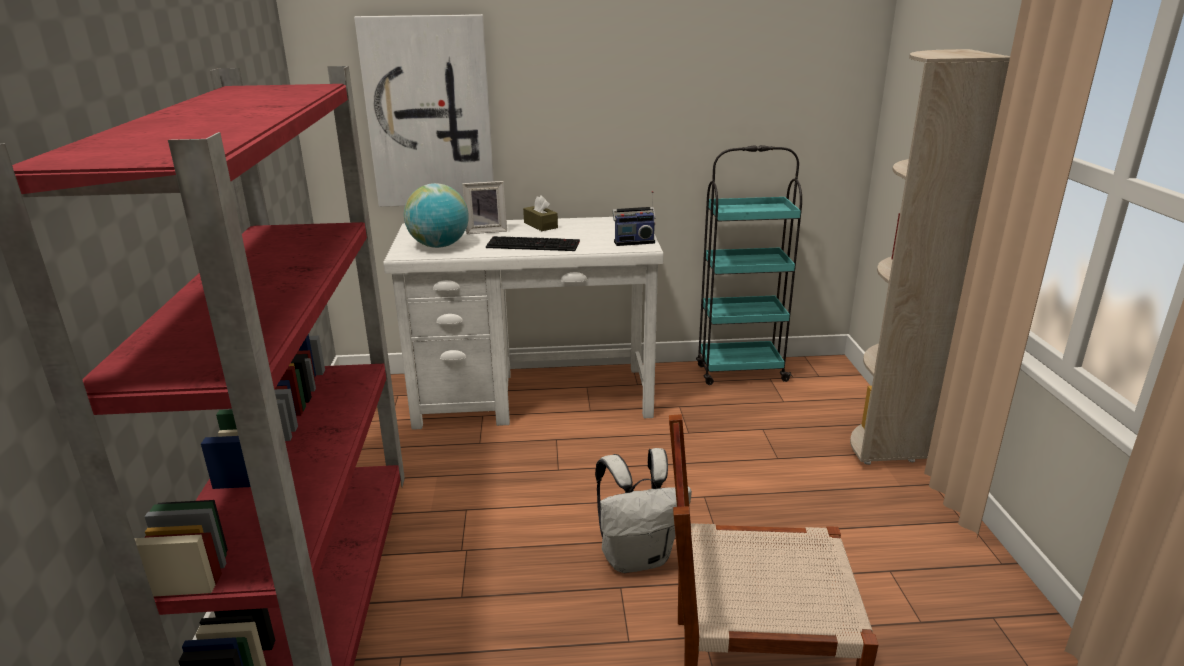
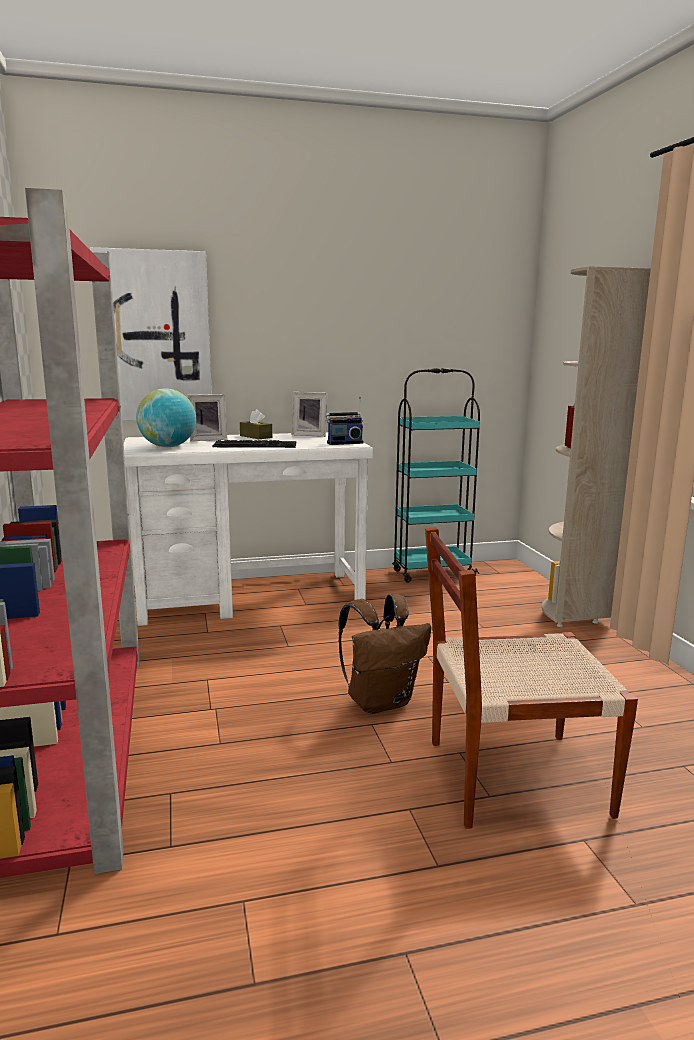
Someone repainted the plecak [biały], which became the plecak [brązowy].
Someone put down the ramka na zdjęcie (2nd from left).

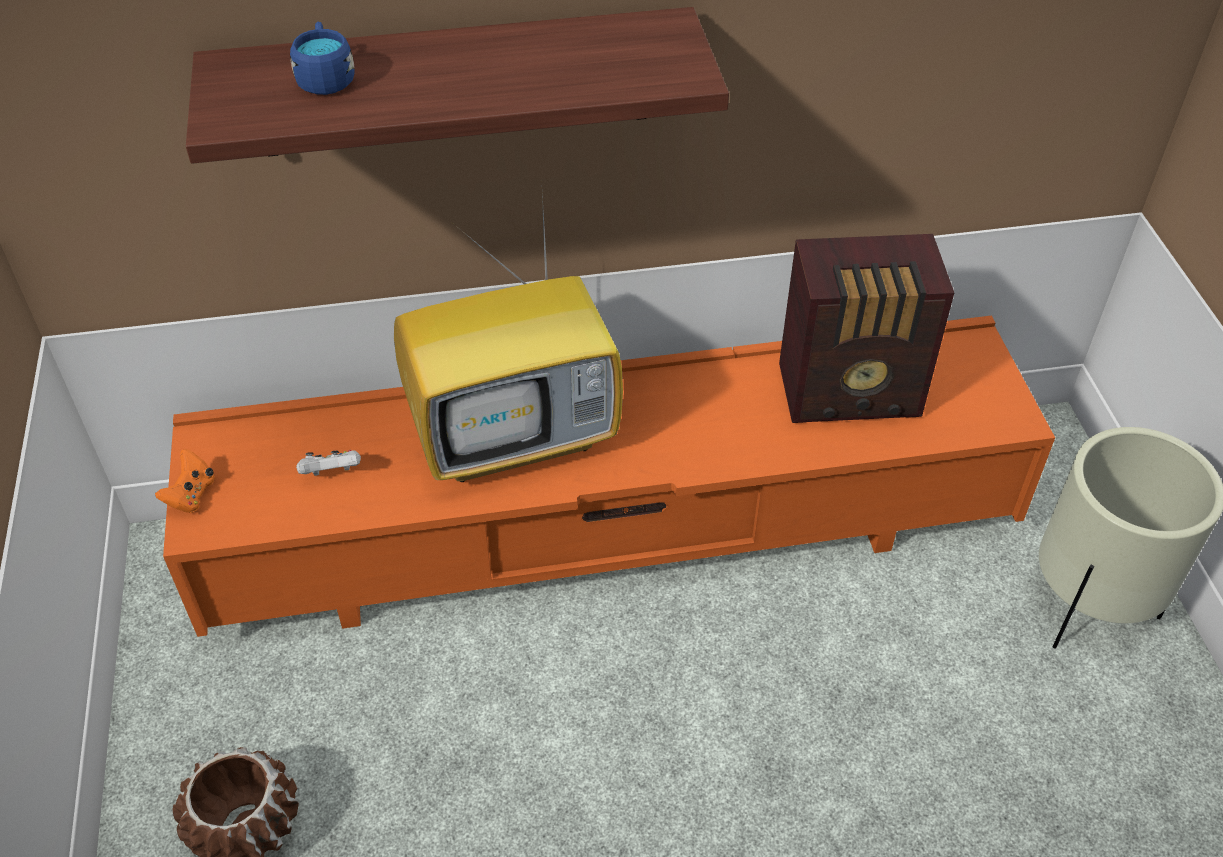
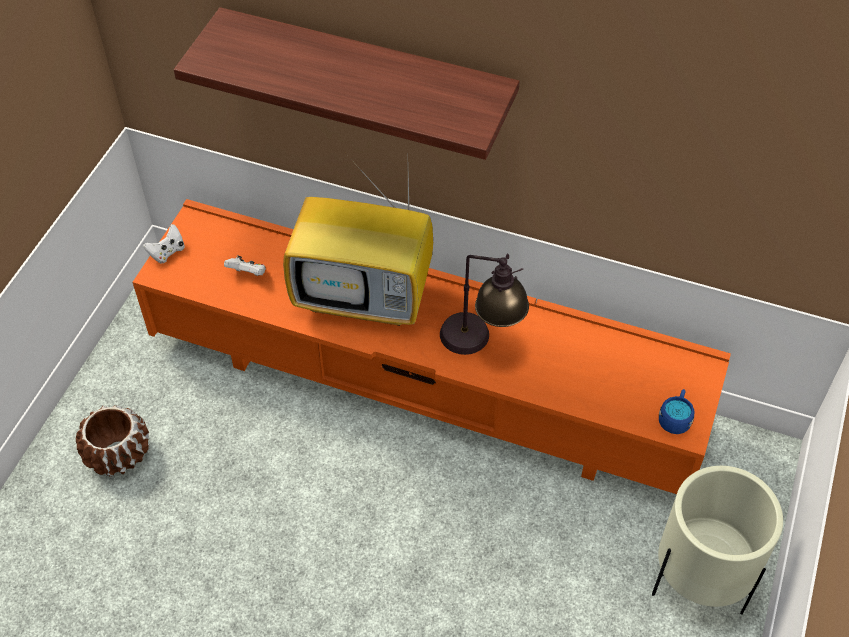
Someone repainted the pad do gier [pomarańczowy], which became the pad do gier [biały] (1st from left).
Someone carried the kubek [niebieski].
Someone took away the radio.
Someone put down the lampa stołowa.

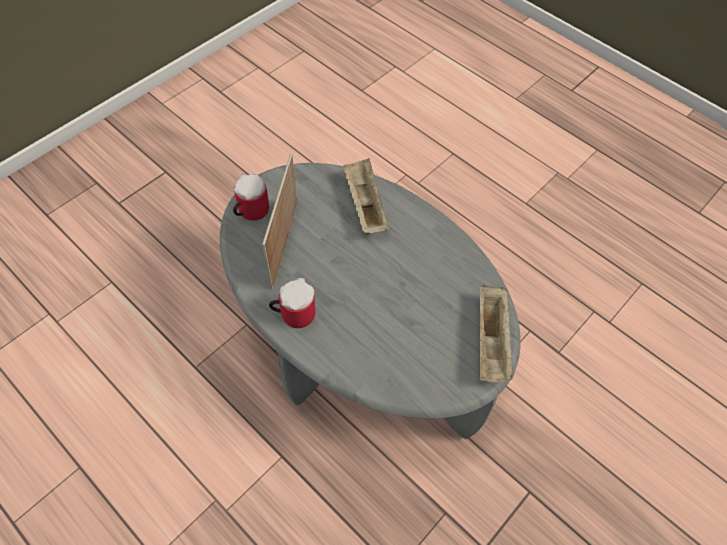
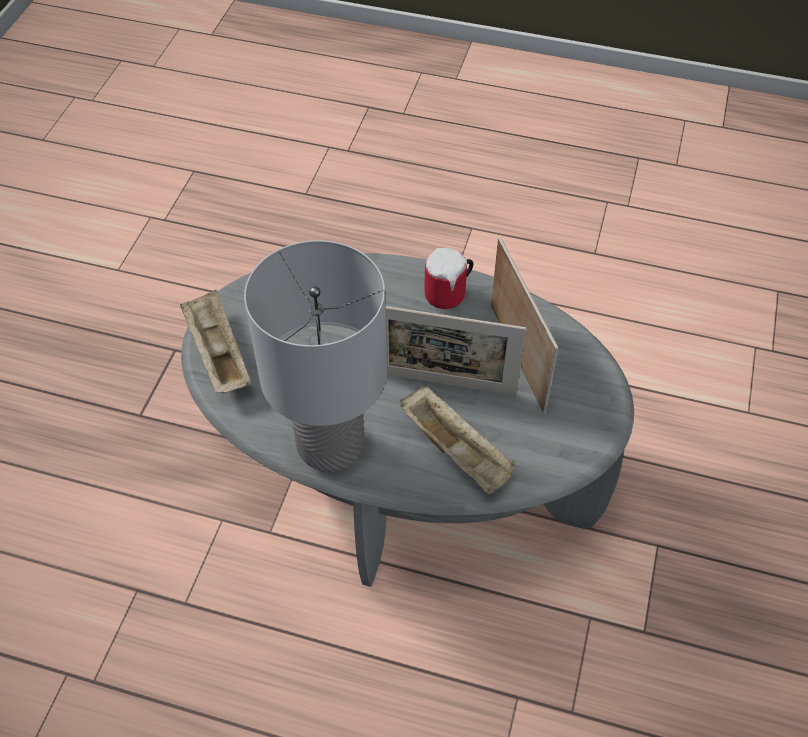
Someone took away the kubek (1st from left).
Someone put down the lampa stołowa [szary].
Someone put down the ramka na zdjęcie (1st from left).

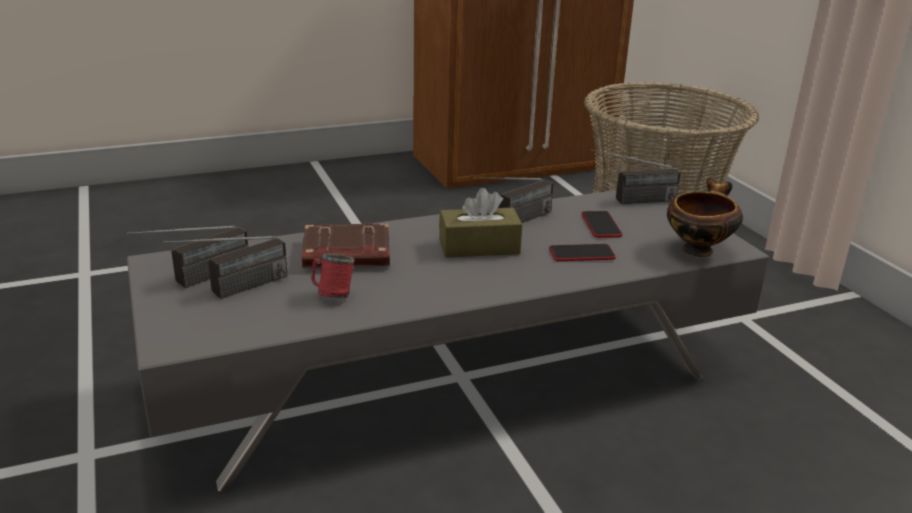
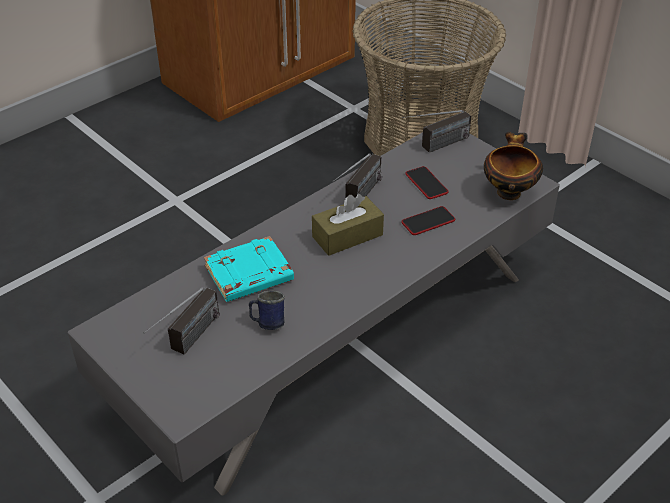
Someone took away the radio (1st from left).
Someone repainted the książka [brązowy], which became the książka [turkusowy].
Someone repainted the kubek [czerwony], which became the kubek [niebieski].

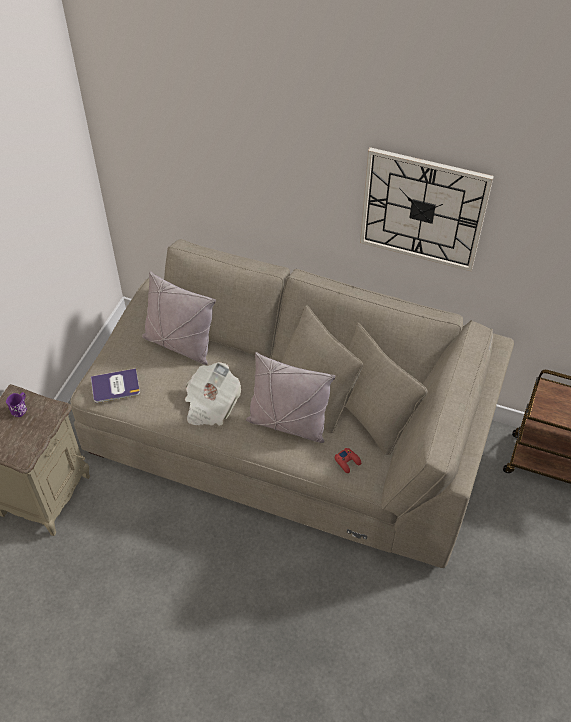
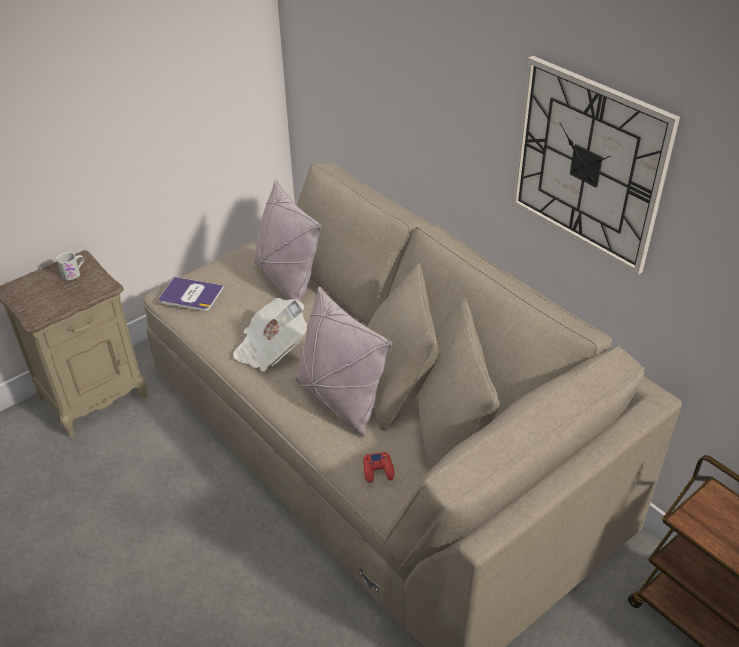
Someone repainted the kubek [fioletowy], which became the kubek [biały].

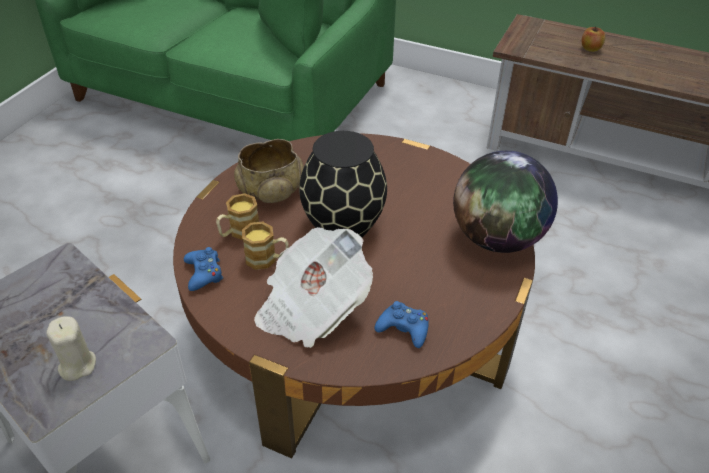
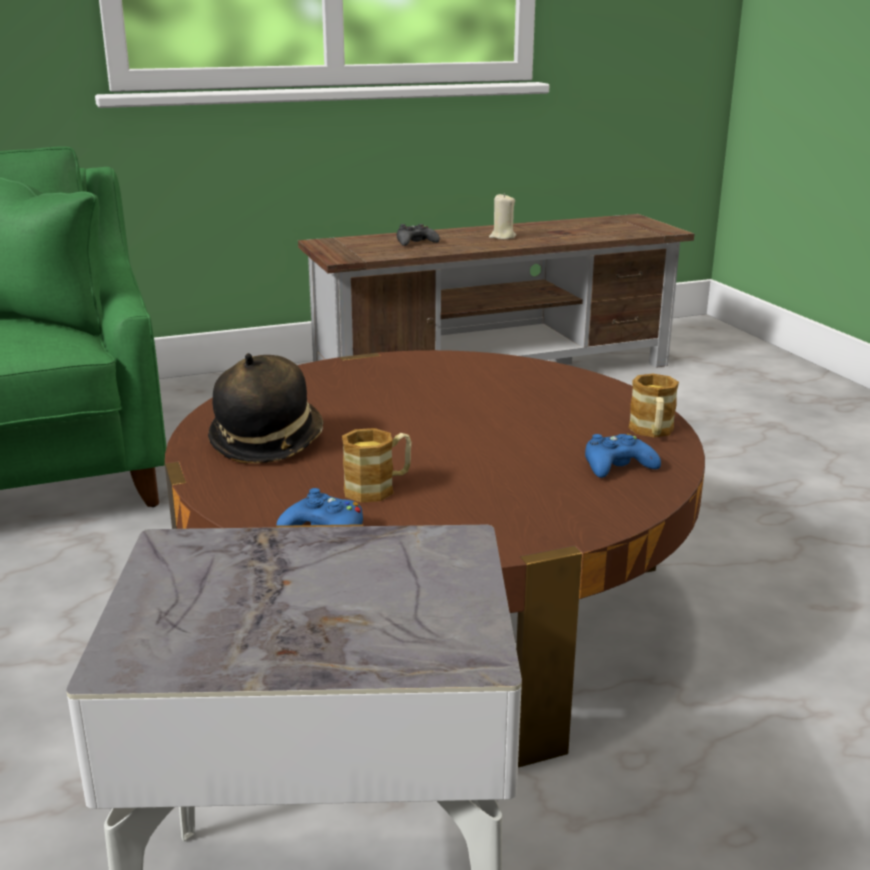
Someone carried the świeca [beżowy].
Someone carried the kubek (1st from left in the first image).
Someone swapped the miska [beżowy] for the kapelusz.
Someone took away the gazeta.
Someone took away the wazon [czarny].
Someone took away the globus.
Someone swapped the jabłko for the pad do gier [czarny].

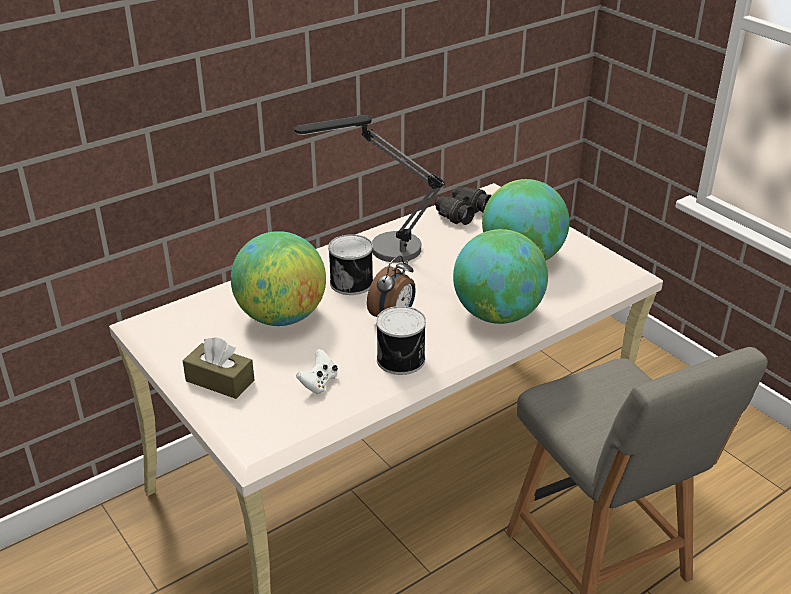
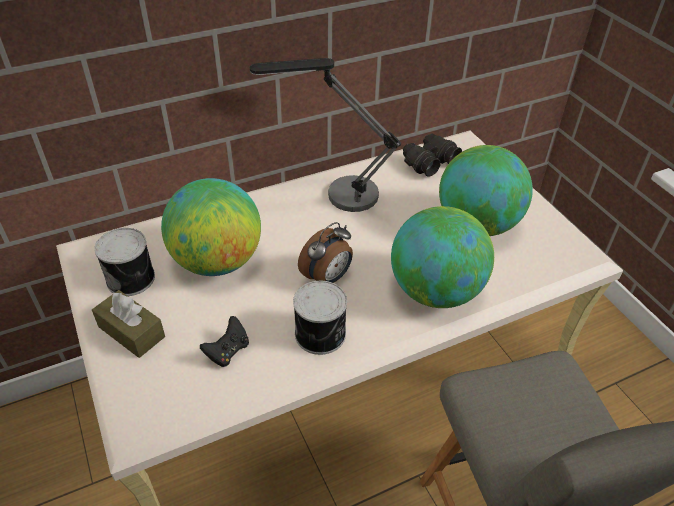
Someone repainted the pad do gier [biały], which became the pad do gier [czarny].
Someone carried the puszka (1st from left).

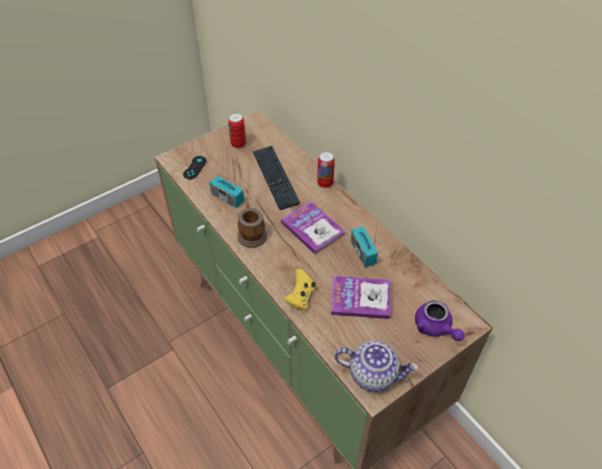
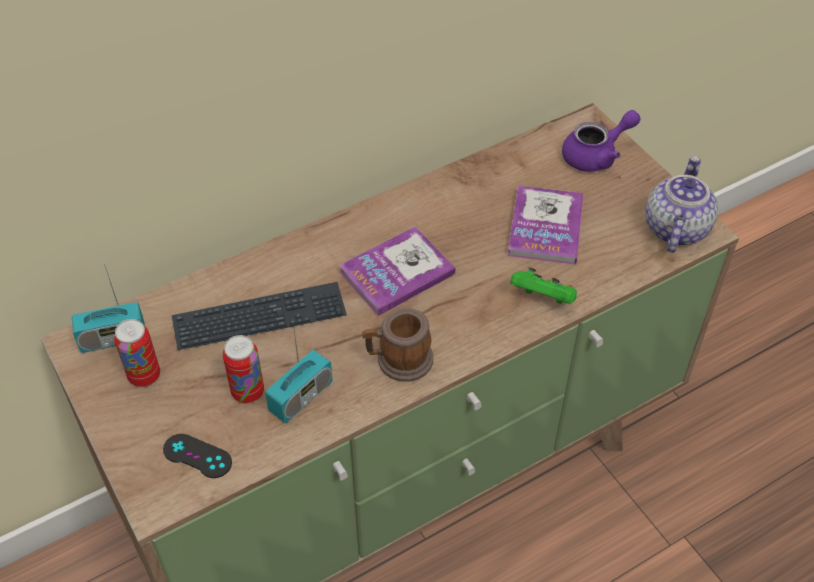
Someone repainted the pad do gier [żółty], which became the pad do gier [zielony].
Someone carried the puszka (2nd from left).
Someone carried the radio (2nd from left in the first image).

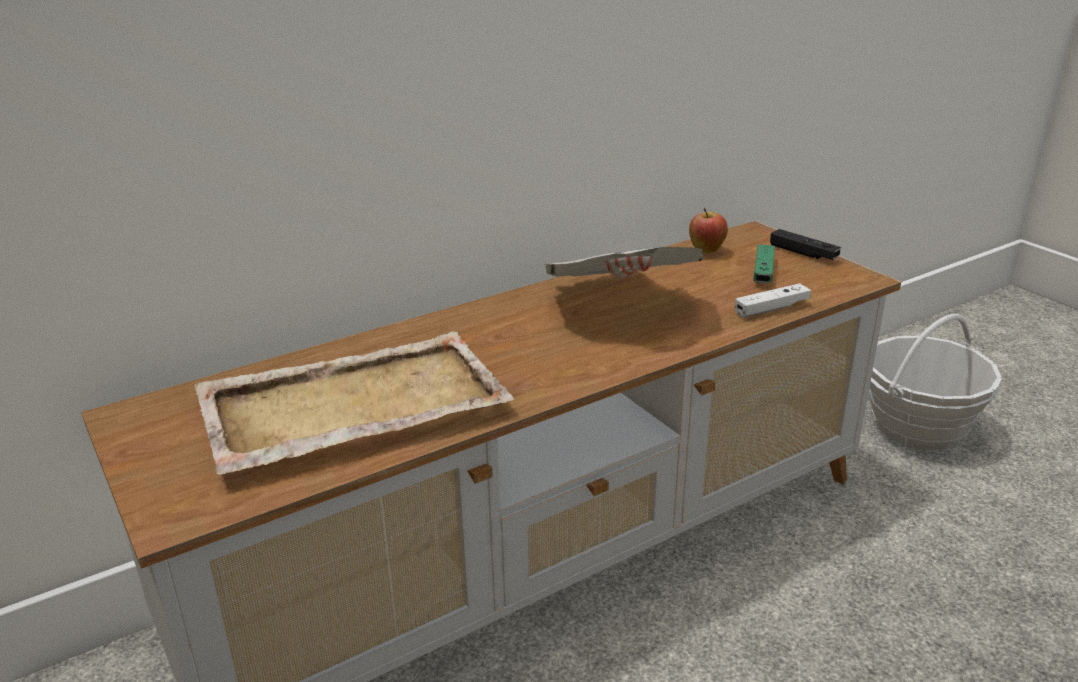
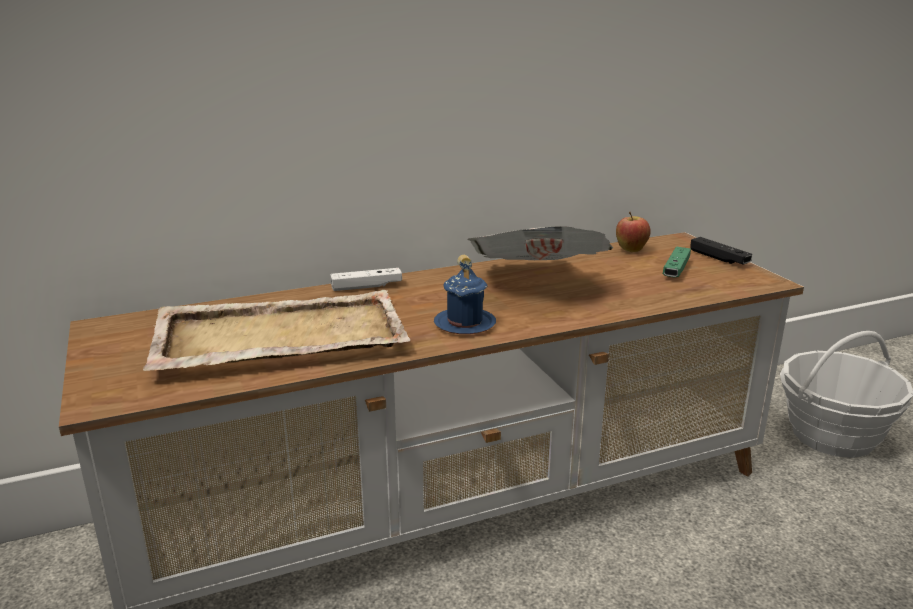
Someone carried the pad do gier [biały].
Someone put down the kubek [niebieski].

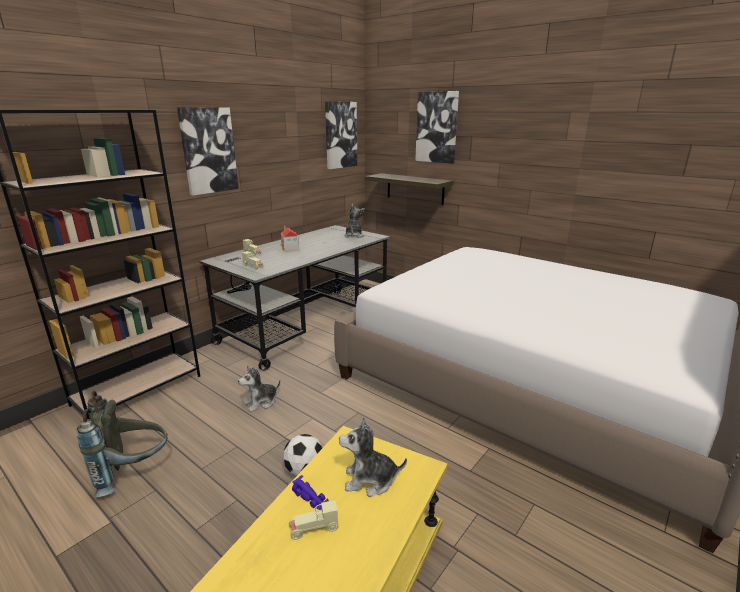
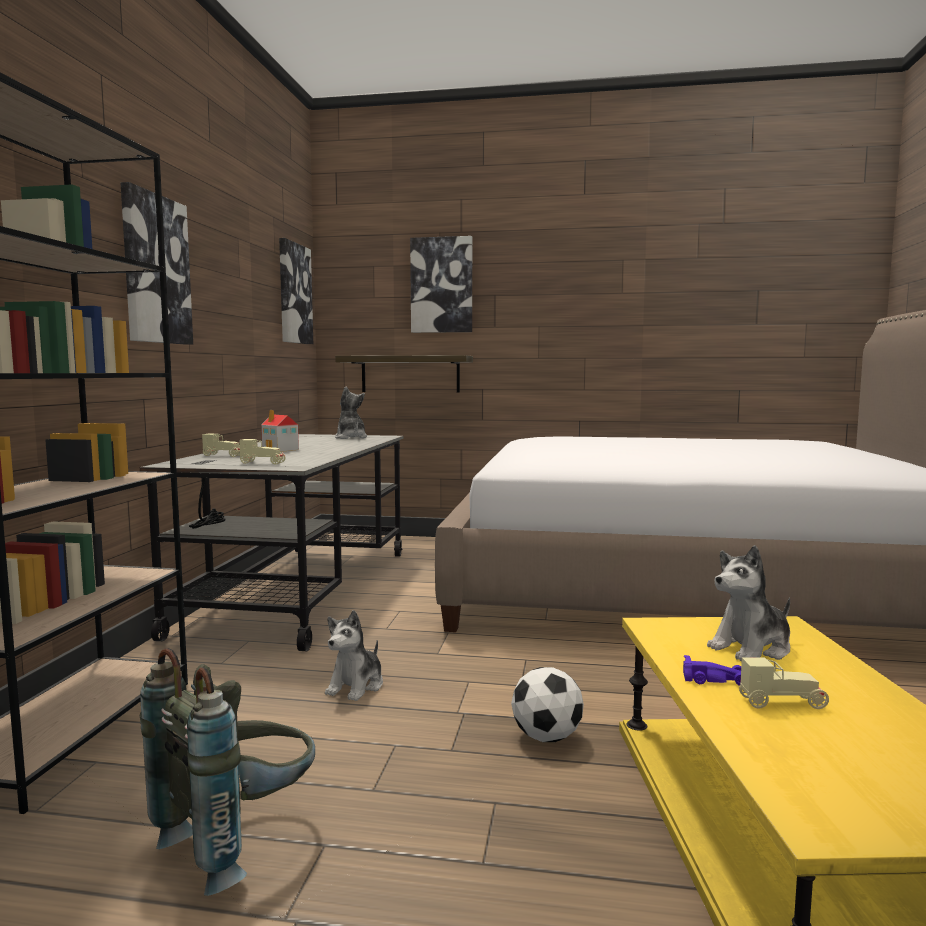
Someone rotated the samochodzik [beżowy] (3rd from left) by 135 degrees counterclockwise.

